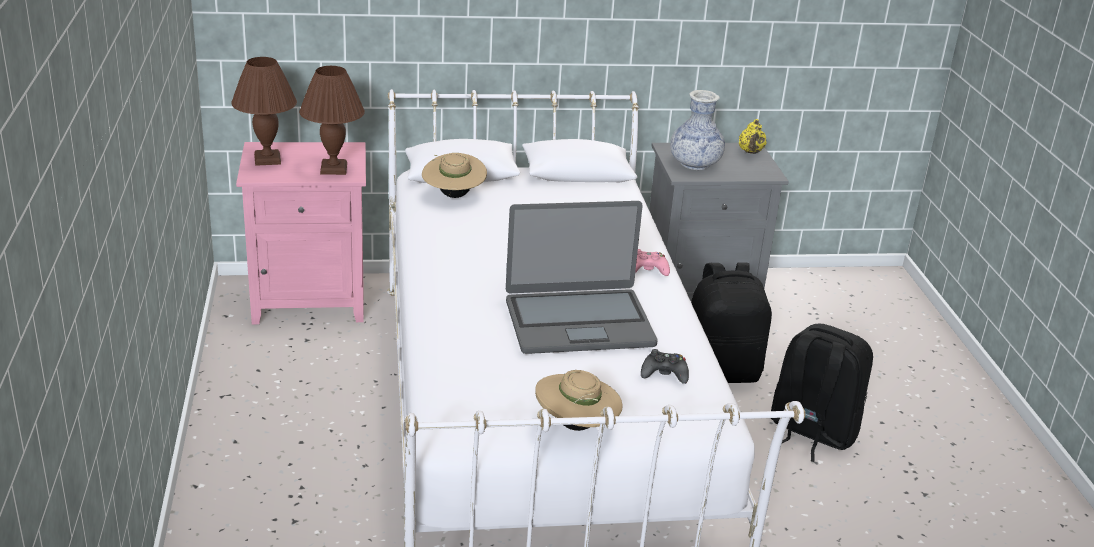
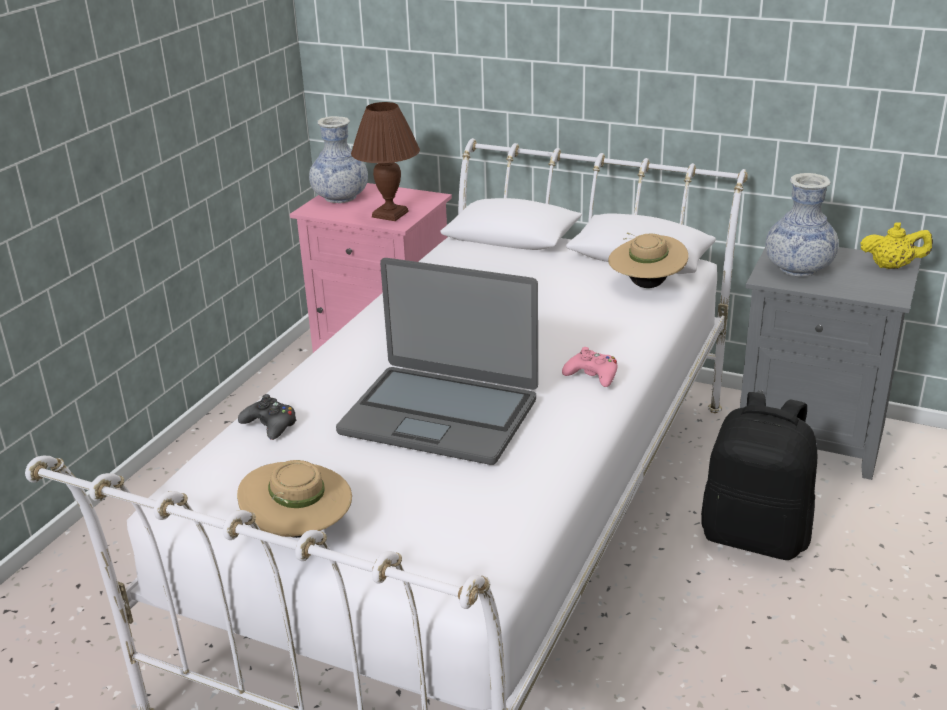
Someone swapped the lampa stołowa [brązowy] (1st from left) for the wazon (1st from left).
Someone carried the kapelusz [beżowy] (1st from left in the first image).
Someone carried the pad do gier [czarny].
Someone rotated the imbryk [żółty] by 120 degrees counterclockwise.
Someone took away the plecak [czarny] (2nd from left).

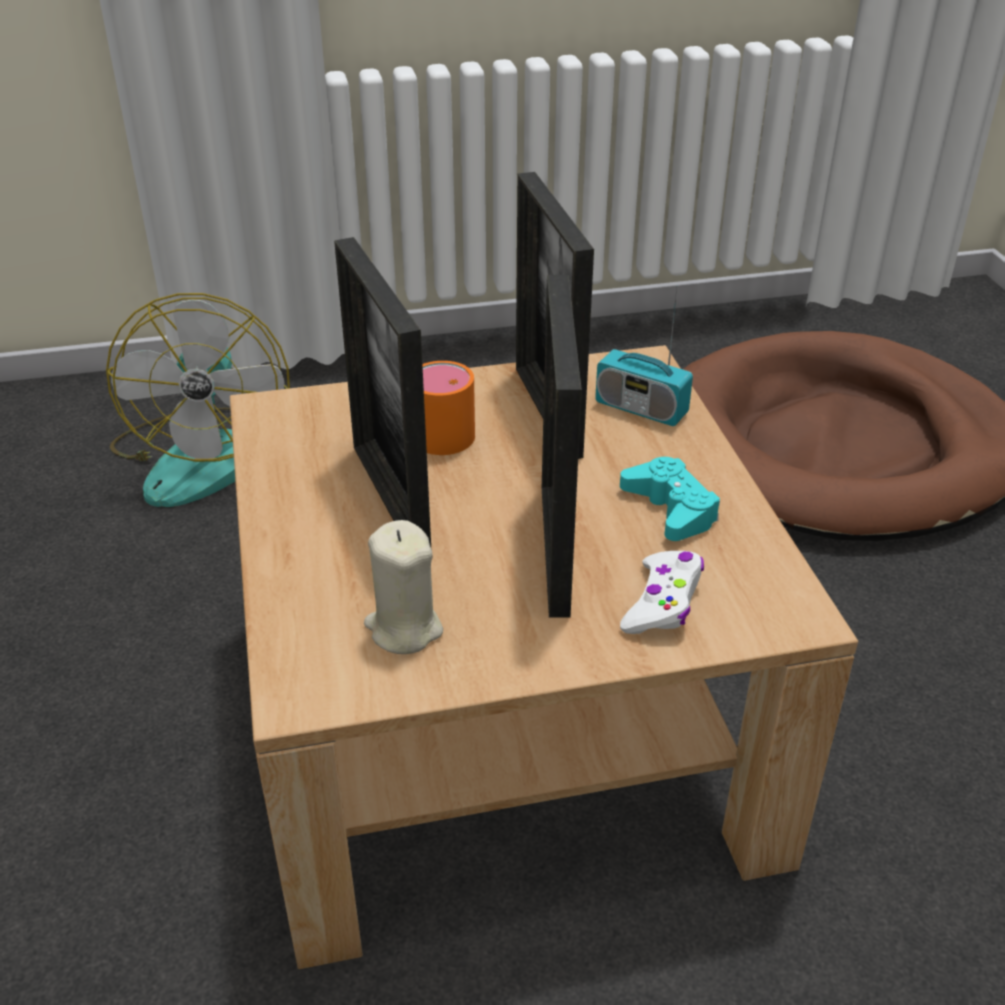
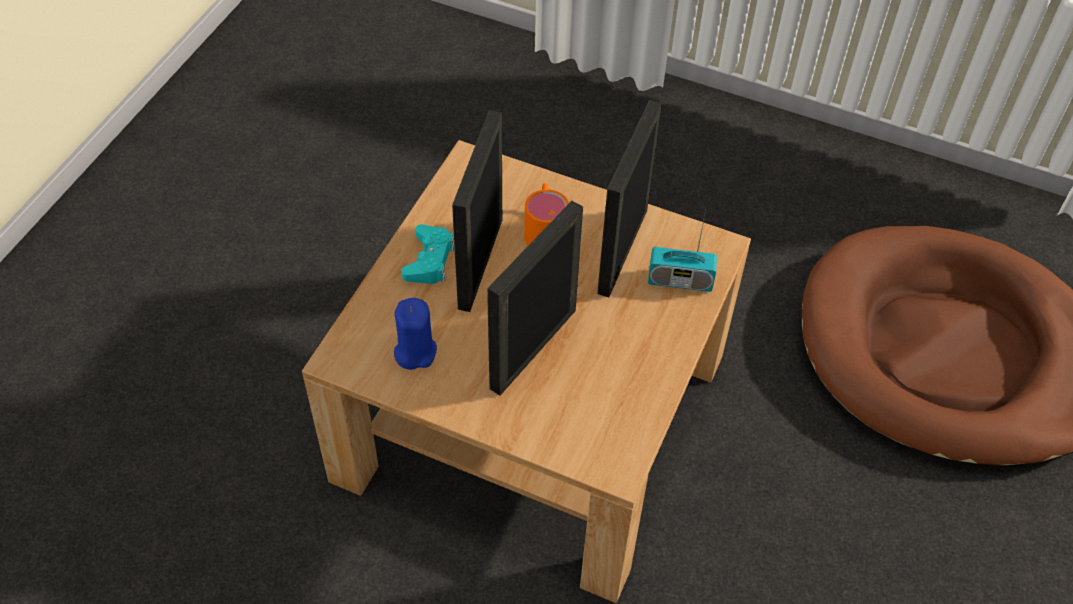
Someone took away the wentylator.
Someone repainted the świeca [beżowy], which became the świeca [niebieski].
Someone rotated the radio by 60 degrees counterclockwise.
Someone carried the pad do gier [turkusowy].
Someone took away the pad do gier [biały].

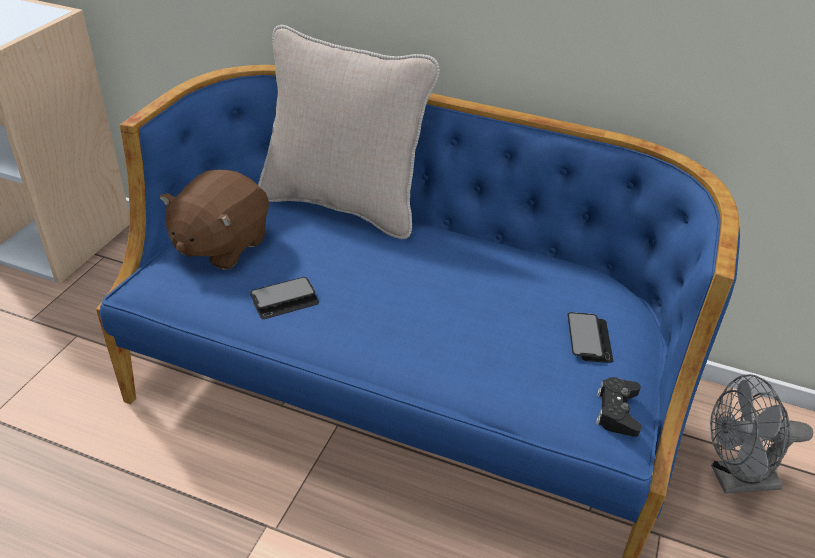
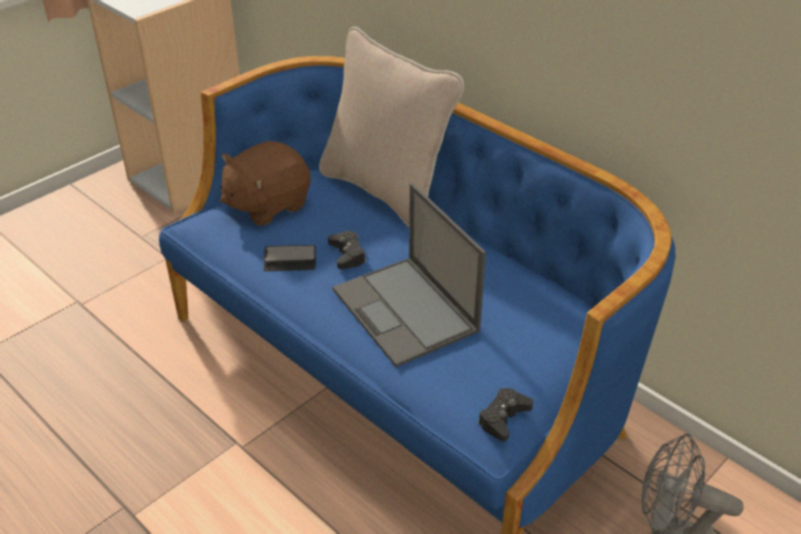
Someone took away the telefon (2nd from left).
Someone put down the pad do gier [czarny] (1st from left).
Someone put down the laptop.

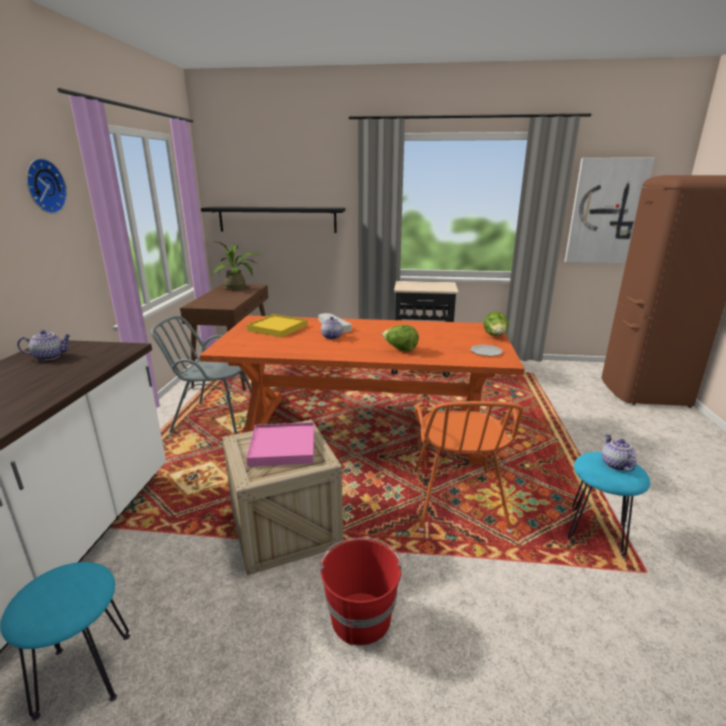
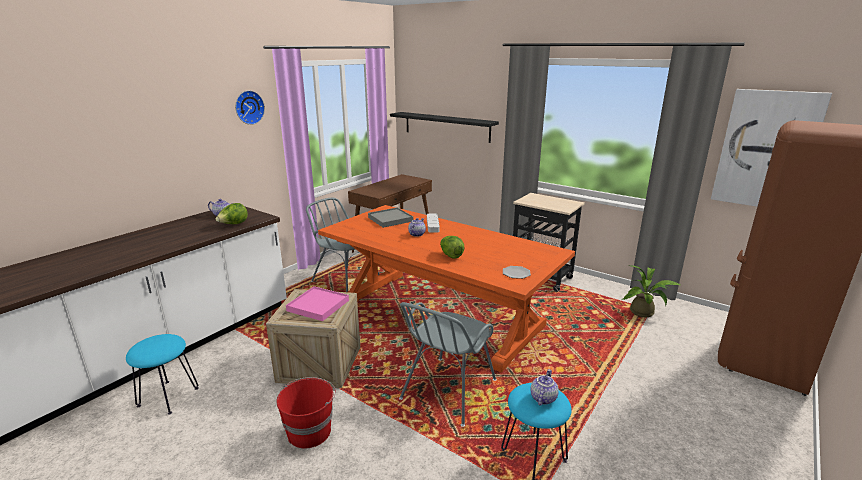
Someone carried the roślina doniczkowa.
Someone repainted the taca [żółty], which became the taca [szary] (1st from left).
Someone repainted the krzesło [pomarańczowy], which became the krzesło [szary] (2nd from left).
Someone carried the sałata (2nd from left in the first image).

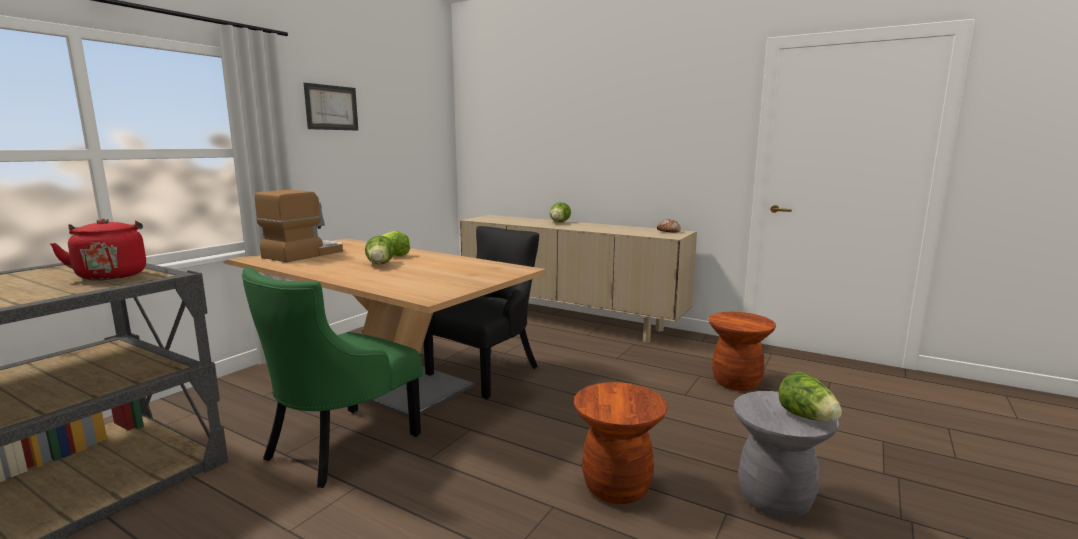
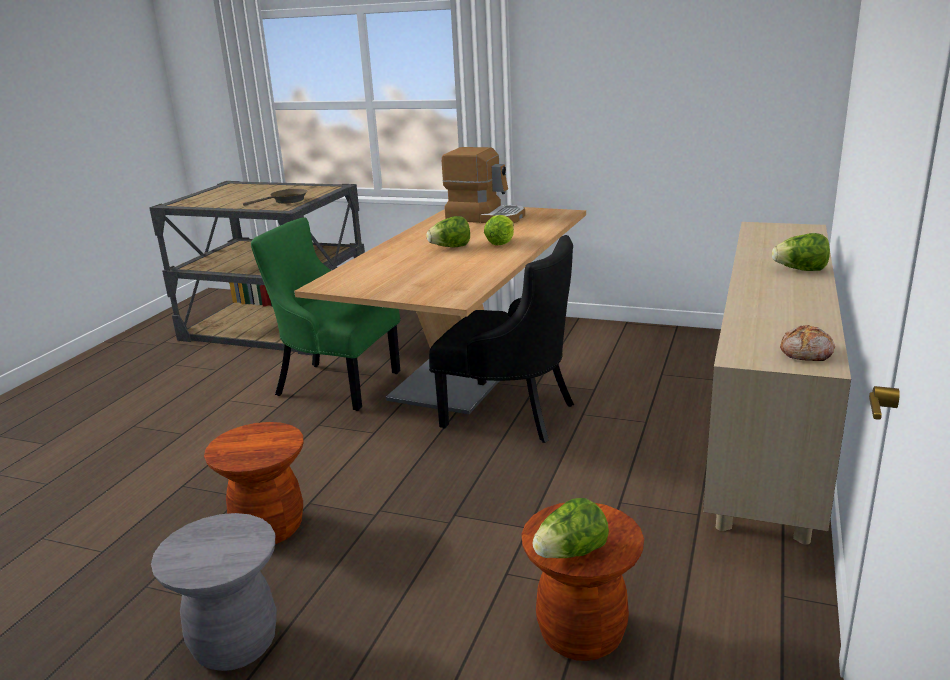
Someone swapped the czajnik [czerwony] for the patelnia [brązowy].
Someone took away the obraz.
Someone carried the sałata (4th from left in the first image).

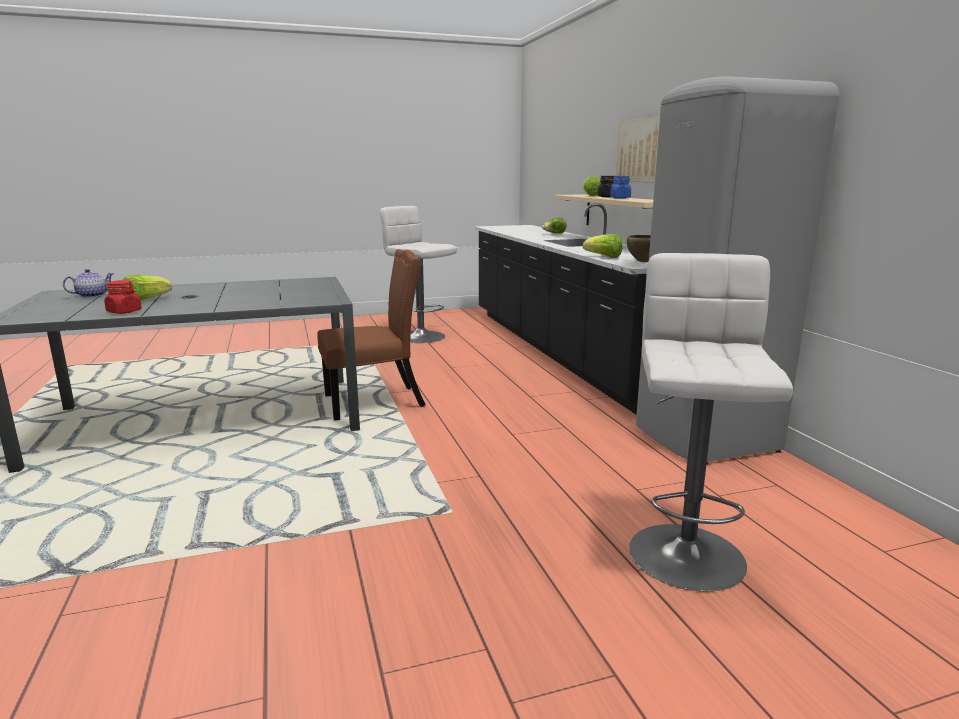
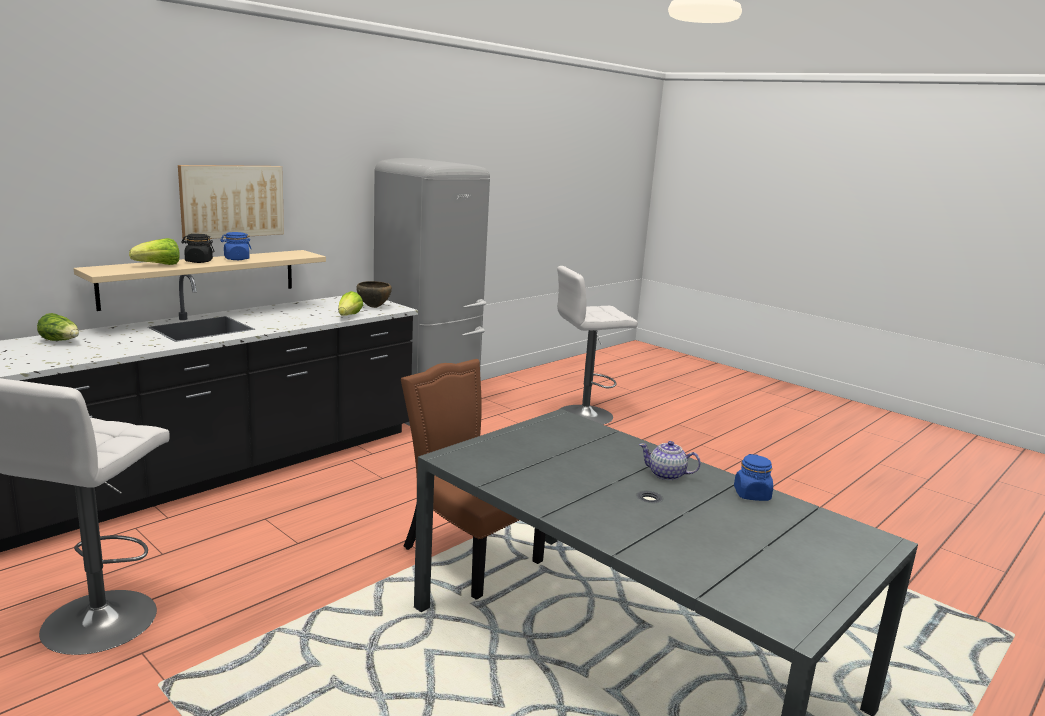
Someone carried the imbryk.
Someone repainted the słoik [czerwony], which became the słoik [niebieski] (2nd from left).
Someone took away the sałata (1st from left).

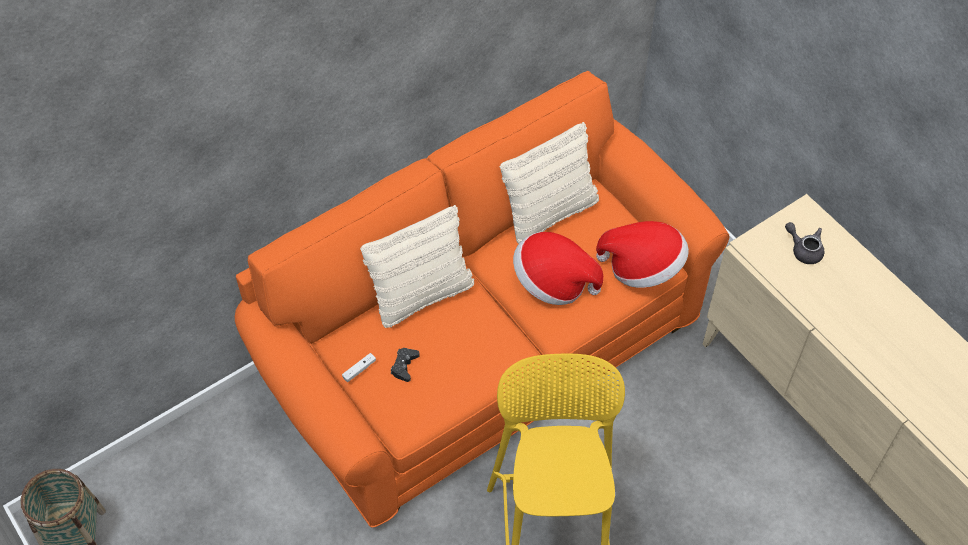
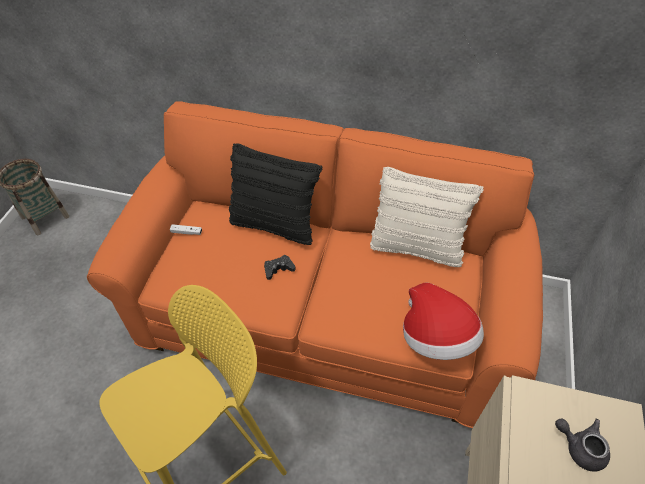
Someone repainted the poduszka [beżowy] (1st from left), which became the poduszka [czarny].
Someone carried the pad do gier [czarny].
Someone took away the kapelusz (1st from left).
Someone rotated the imbryk [szary] by 60 degrees counterclockwise.

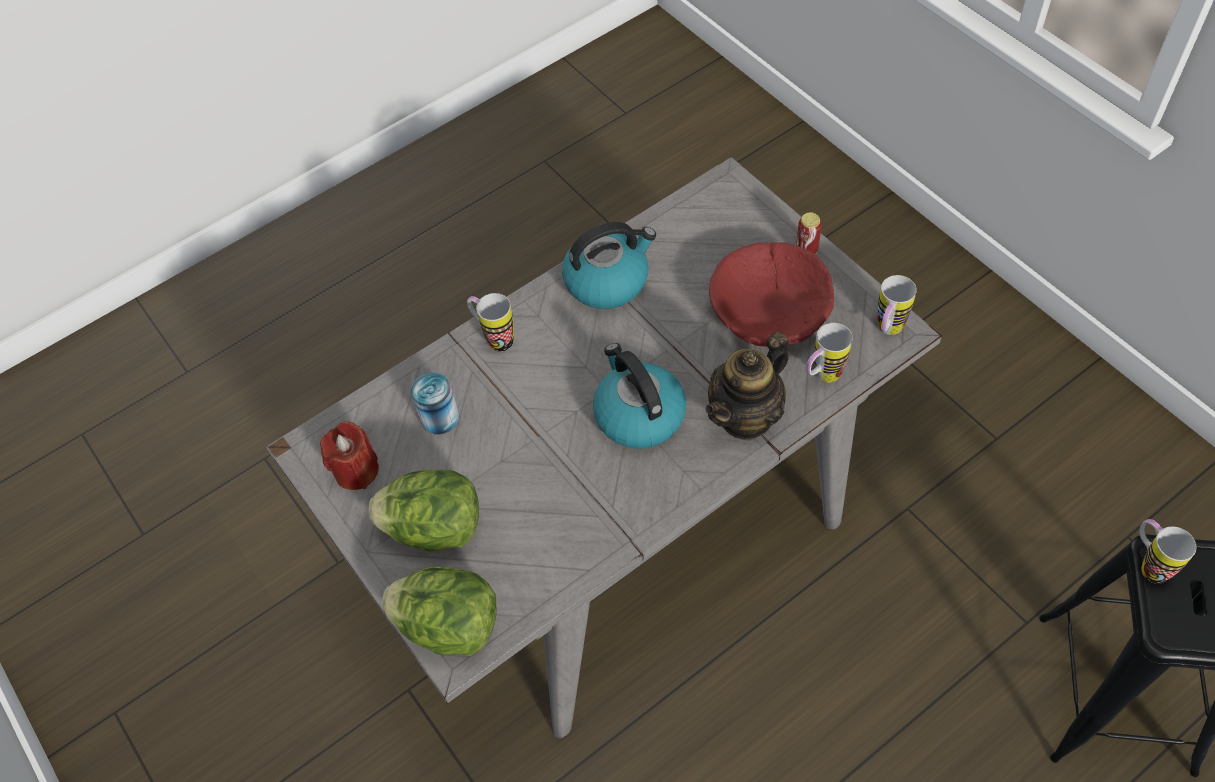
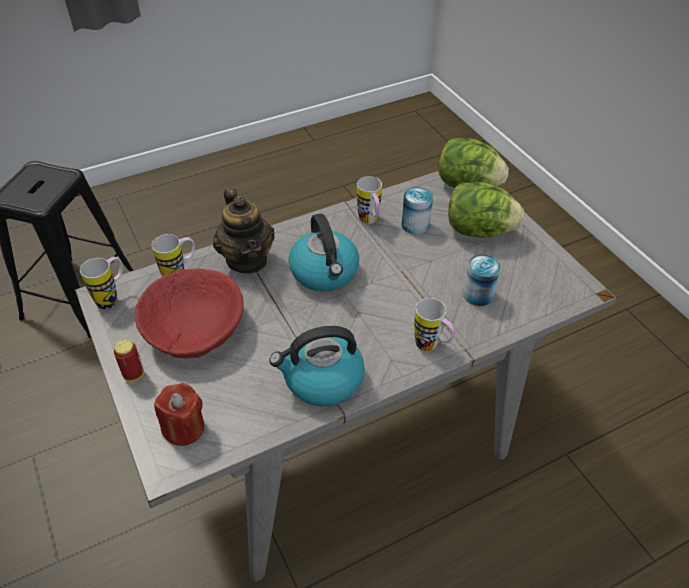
Someone carried the świeca [czerwony].
Someone rotated the imbryk by 105 degrees clockwise.
Someone carried the kubek (4th from left in the first image).
Someone put down the puszka (2nd from left).

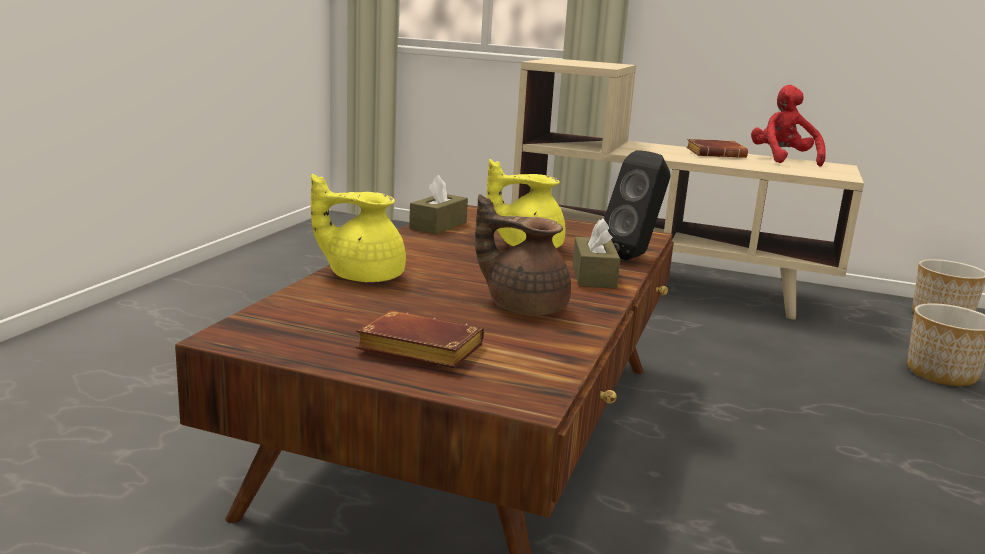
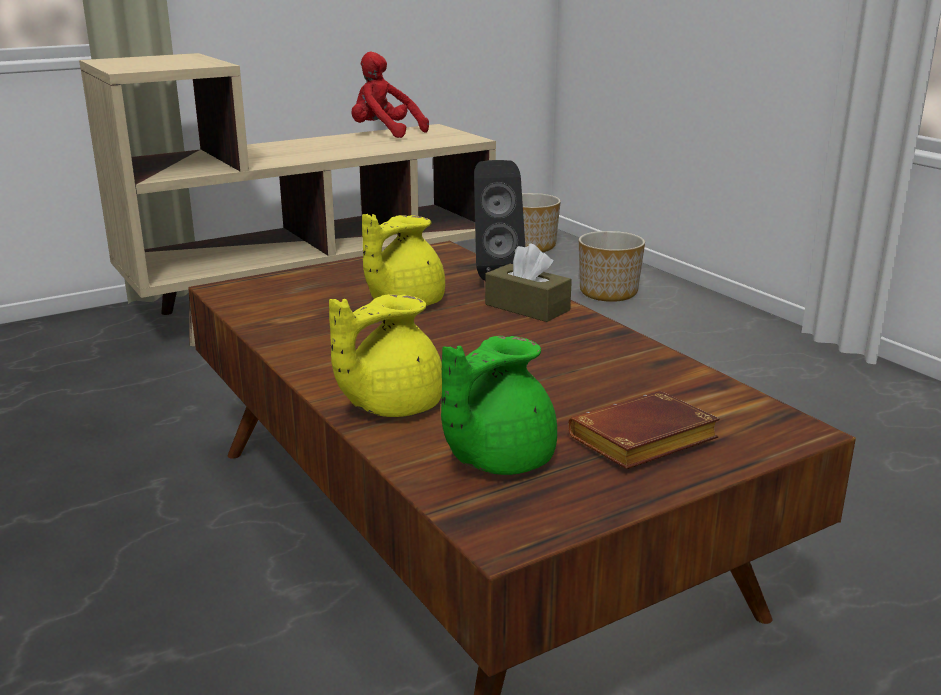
Someone took away the pudełko chusteczek [brązowy] (1st from left).
Someone took away the imbryk [brązowy].
Someone took away the książka [brązowy] (2nd from left).
Someone put down the imbryk [zielony].

